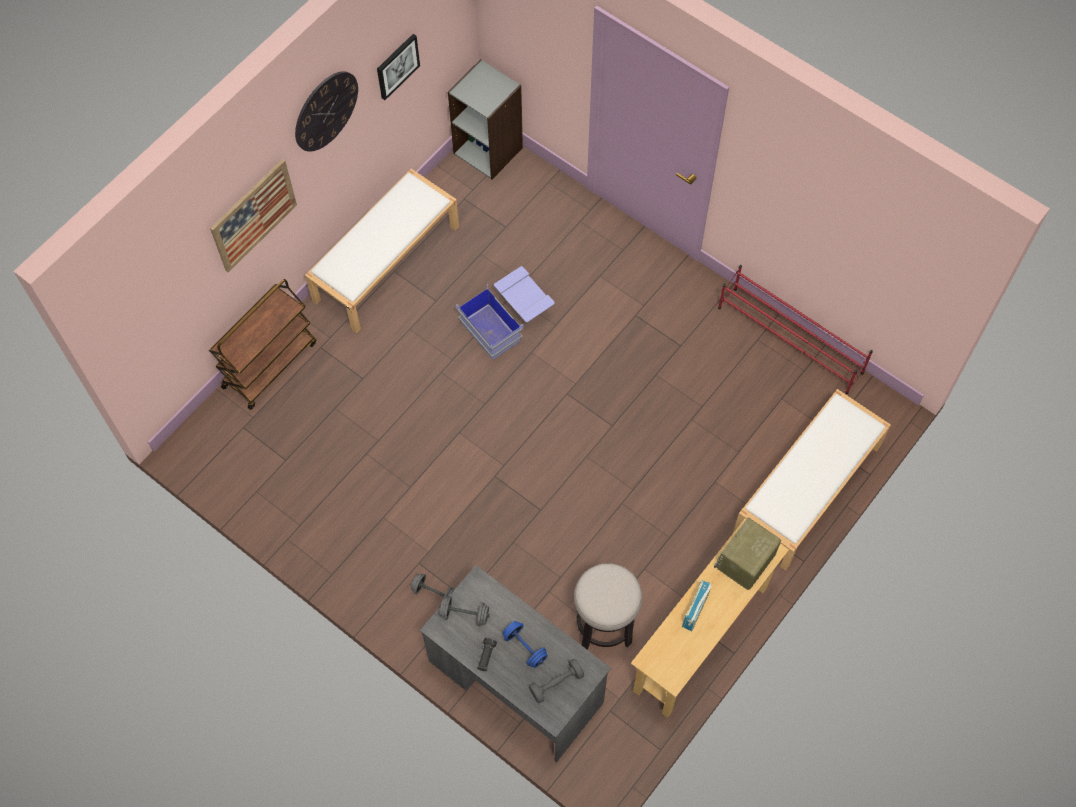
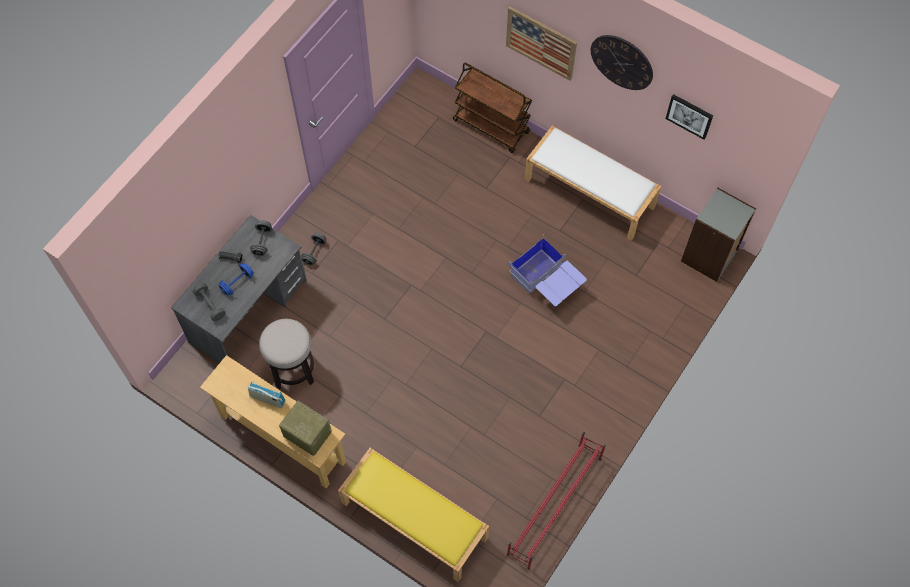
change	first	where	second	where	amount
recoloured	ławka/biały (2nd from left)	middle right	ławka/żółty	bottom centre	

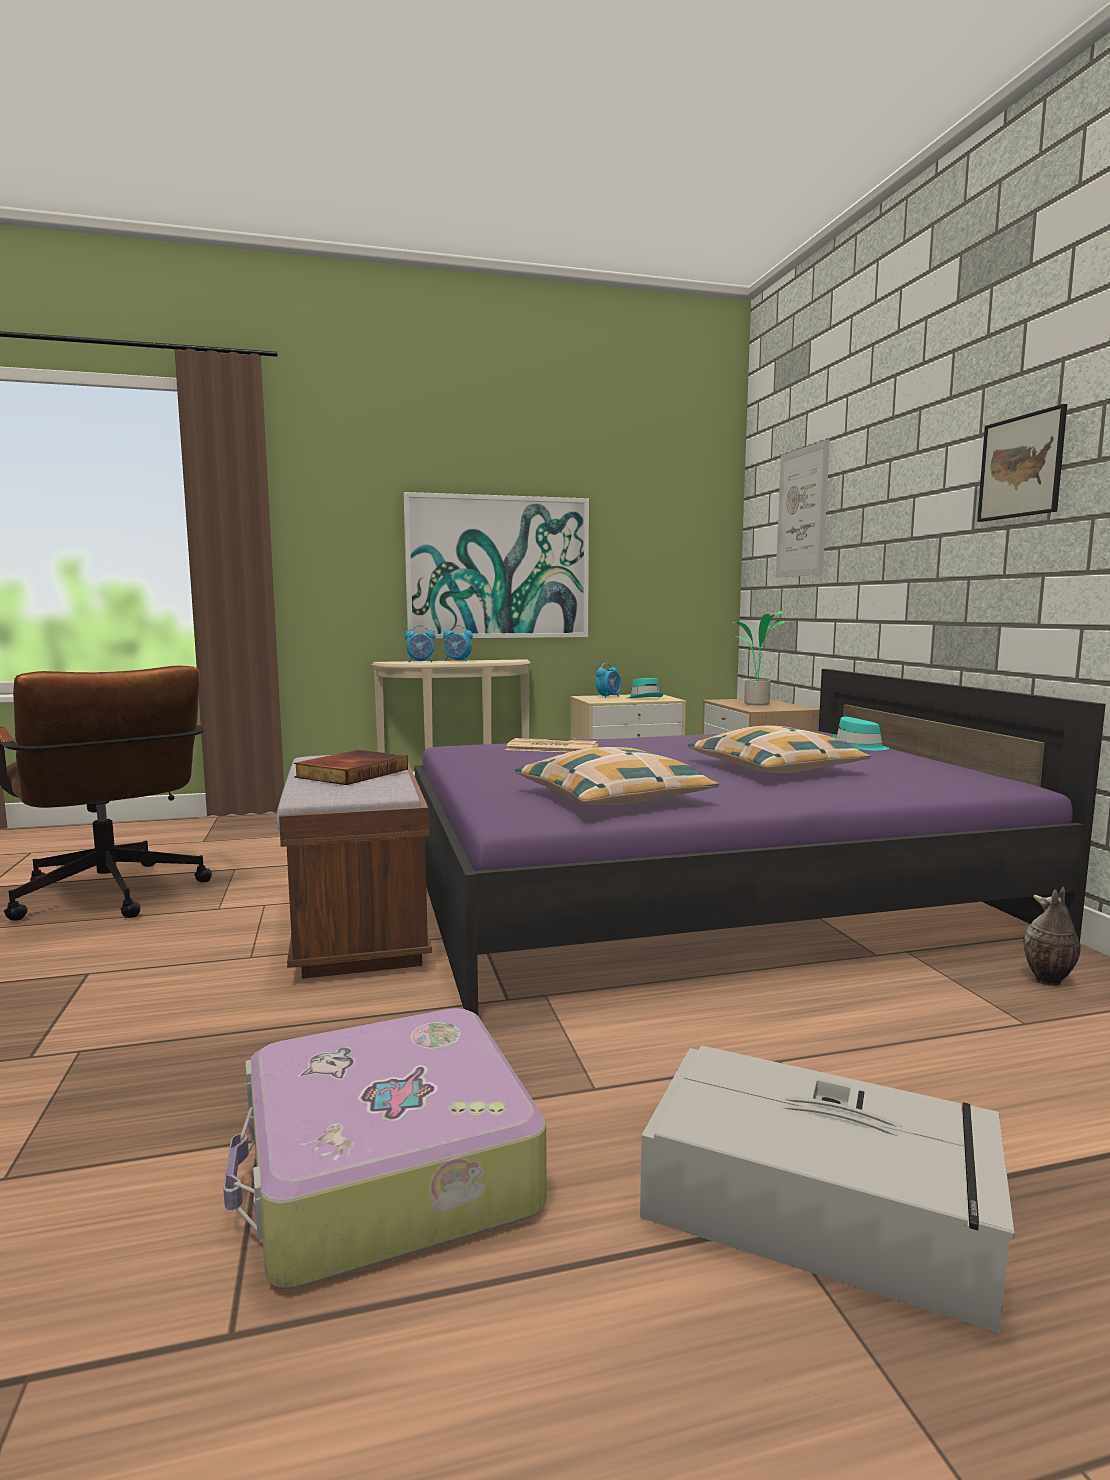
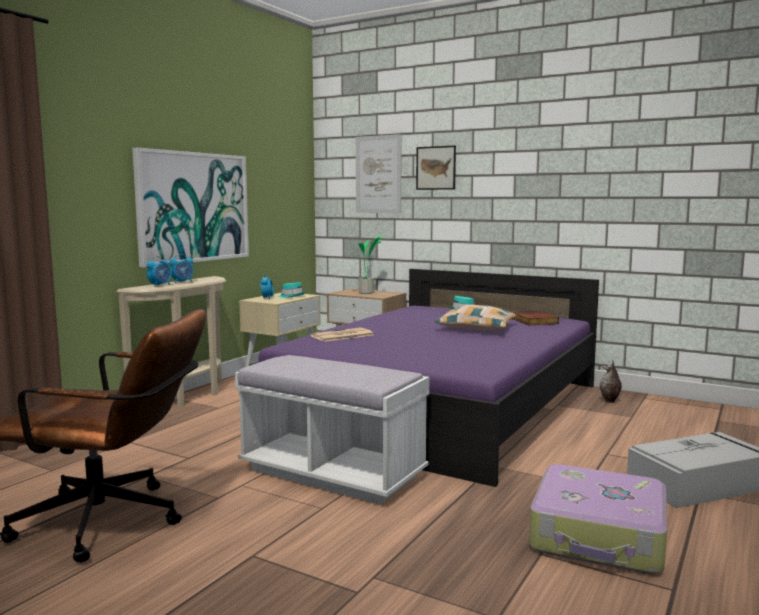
change	first	where	second	where	amount
removed	poduszka (1st from left)	centre			
moved	książka	middle left		middle right	
moved	obraz (3rd from left)	top right		top centre	
recoloured	ławka/brązowy	middle left	ławka/biały	bottom centre	

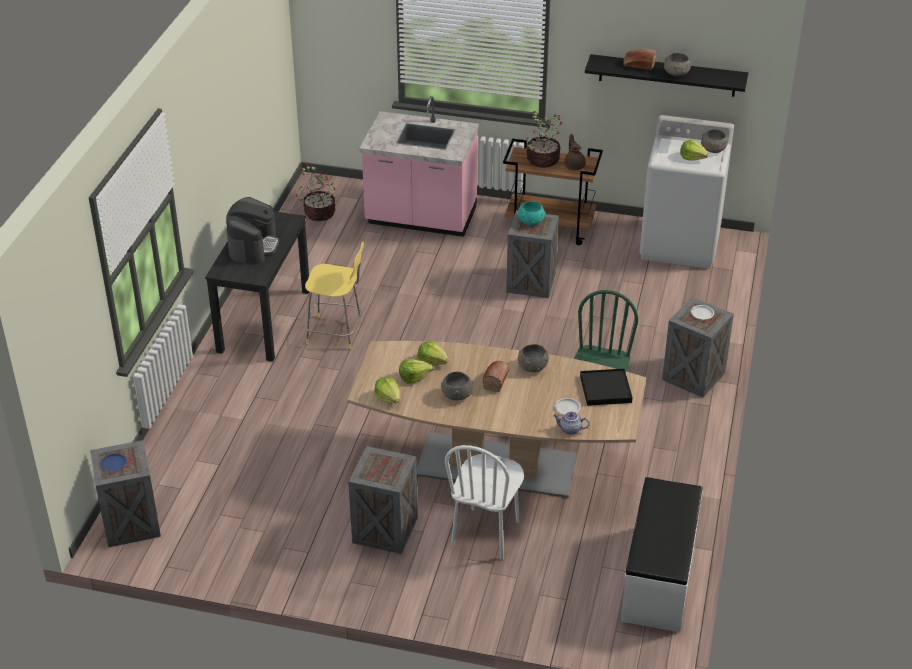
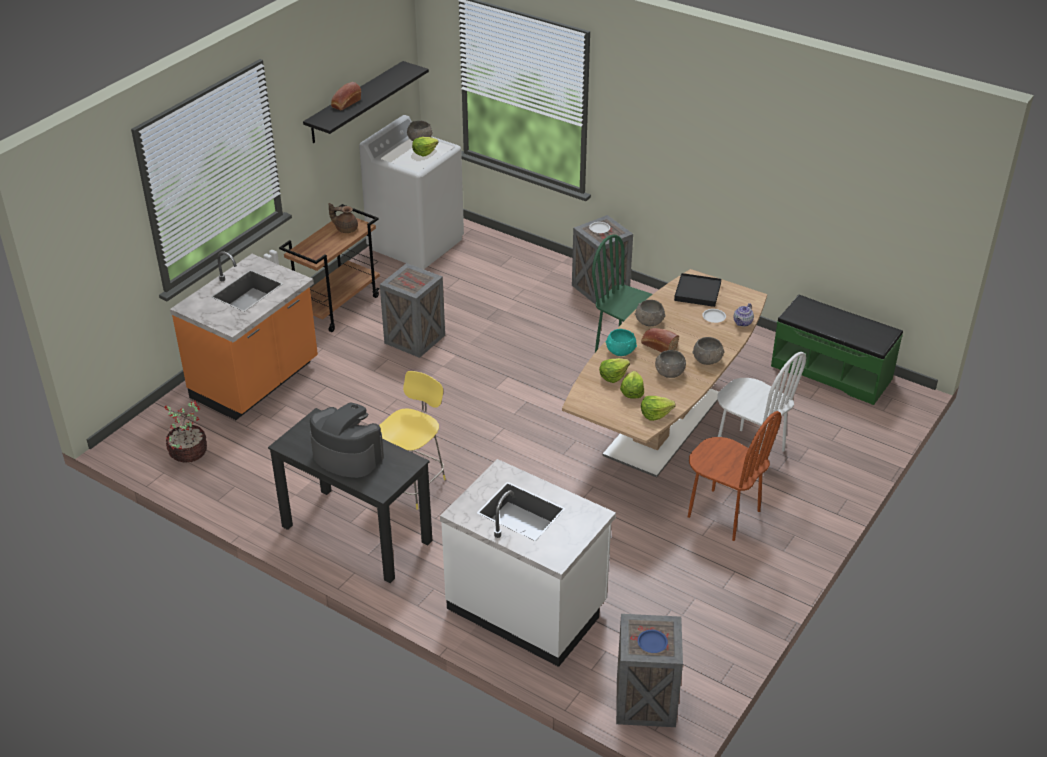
change	first	where	second	where	amount
removed	roślina doniczkowa (2nd from left)	top centre			
added			zabudowa kuchenna/biały	bottom centre	
moved	miska/turkusowy	top centre		centre	
moved	miska/szary (3rd from left in the first image)	top right	miska/szary (4th from left)	middle right	
replaced	skrzynka (2nd from left)	bottom centre	krzesło/brązowy	middle right	
recoloured	zabudowa kuchenna/różowy	top centre	zabudowa kuchenna/pomarańczowy	middle left	
recoloured	ławka/biały	bottom right	ławka/zielony	middle right	

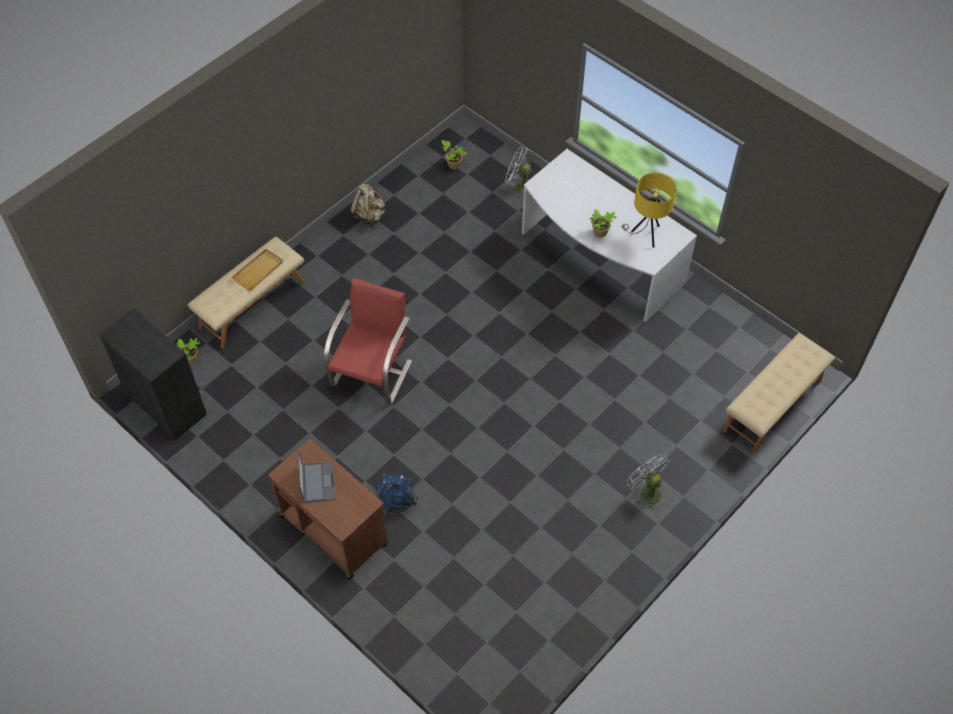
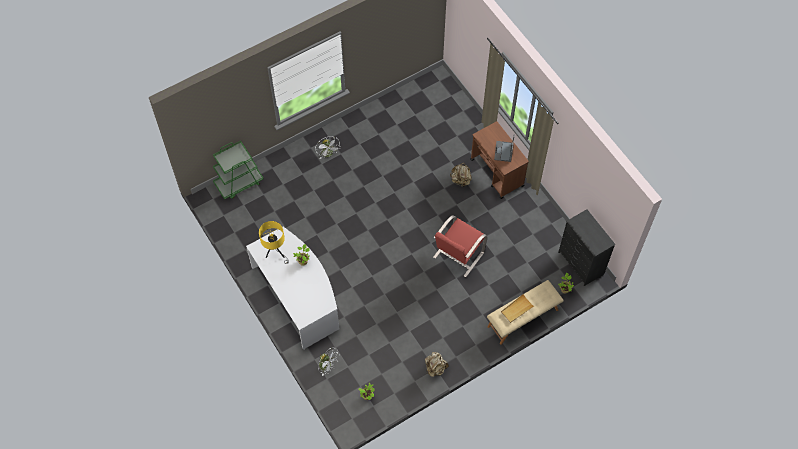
change	first	where	second	where	amount
replaced	ławka/beżowy (2nd from left)	middle right	wózek/zielony	middle left	
recoloured	plecak/niebieski	bottom centre	plecak/beżowy (2nd from left)	centre	

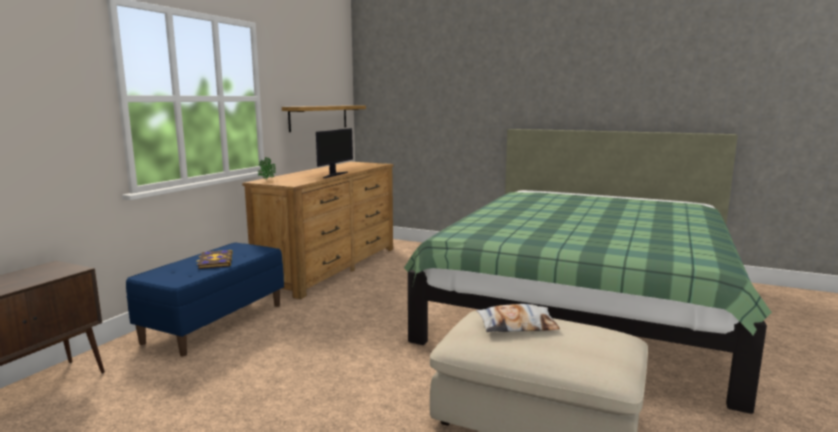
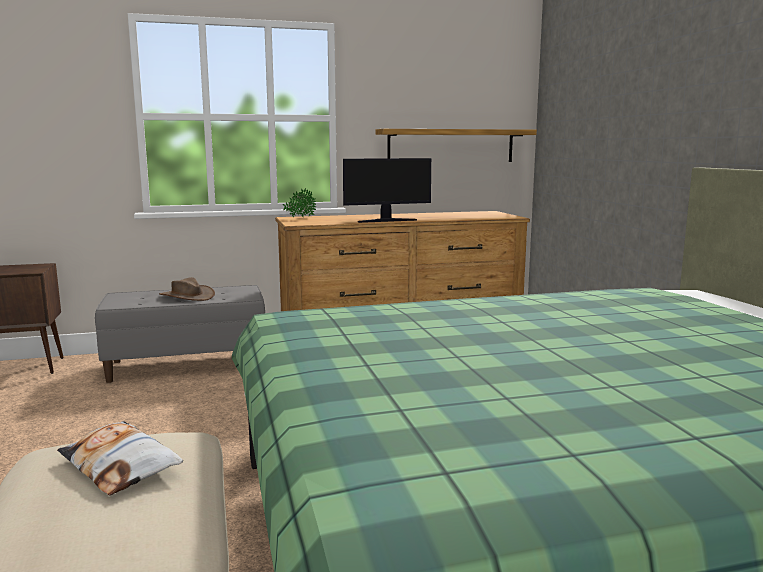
change	first	where	second	where	amount
replaced	książka	middle left	kapelusz/brązowy	middle left	
recoloured	ławka/niebieski	bottom left	ławka/szary	middle left	

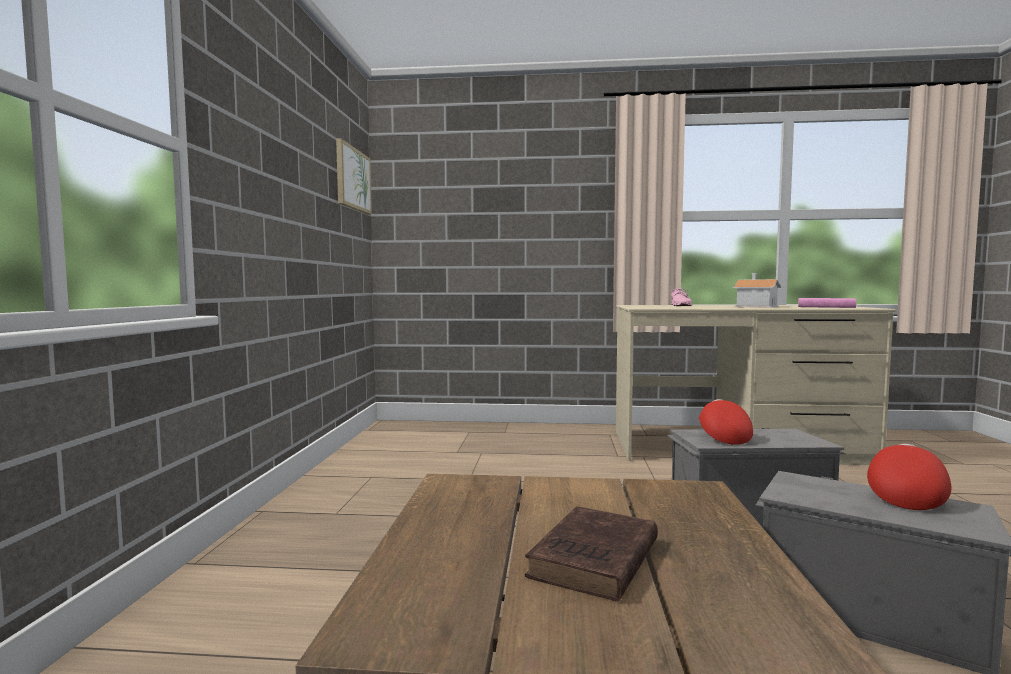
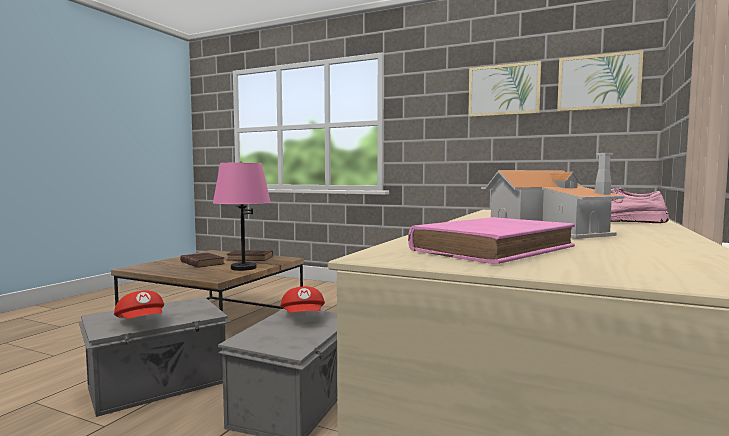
change	first	where	second	where	amount
added			lampa stołowa/różowy	middle left	
added			książka/brązowy (2nd from left)	centre	
added			obraz (1st from left)	top right	
turned	czapka z daszkiem/czerwony (1st from left in the first image)	middle right	czapka z daszkiem/czerwony (2nd from left)	bottom centre	60 degrees clockwise

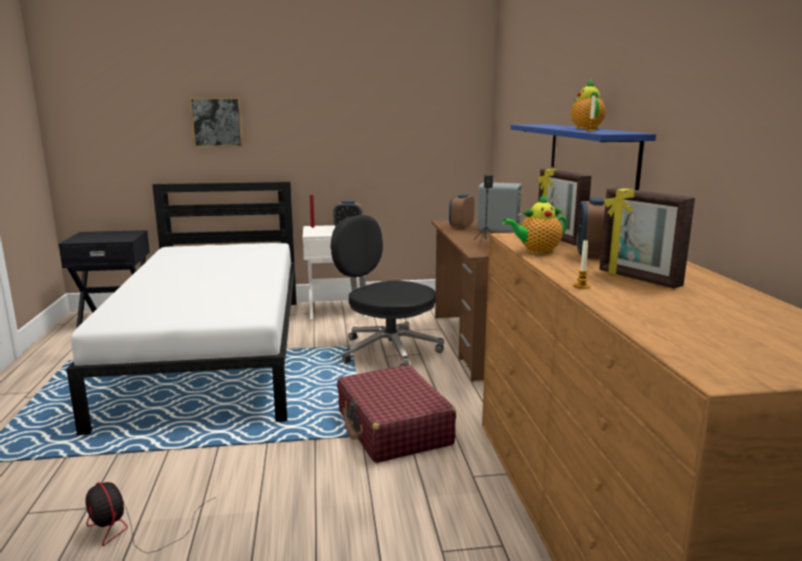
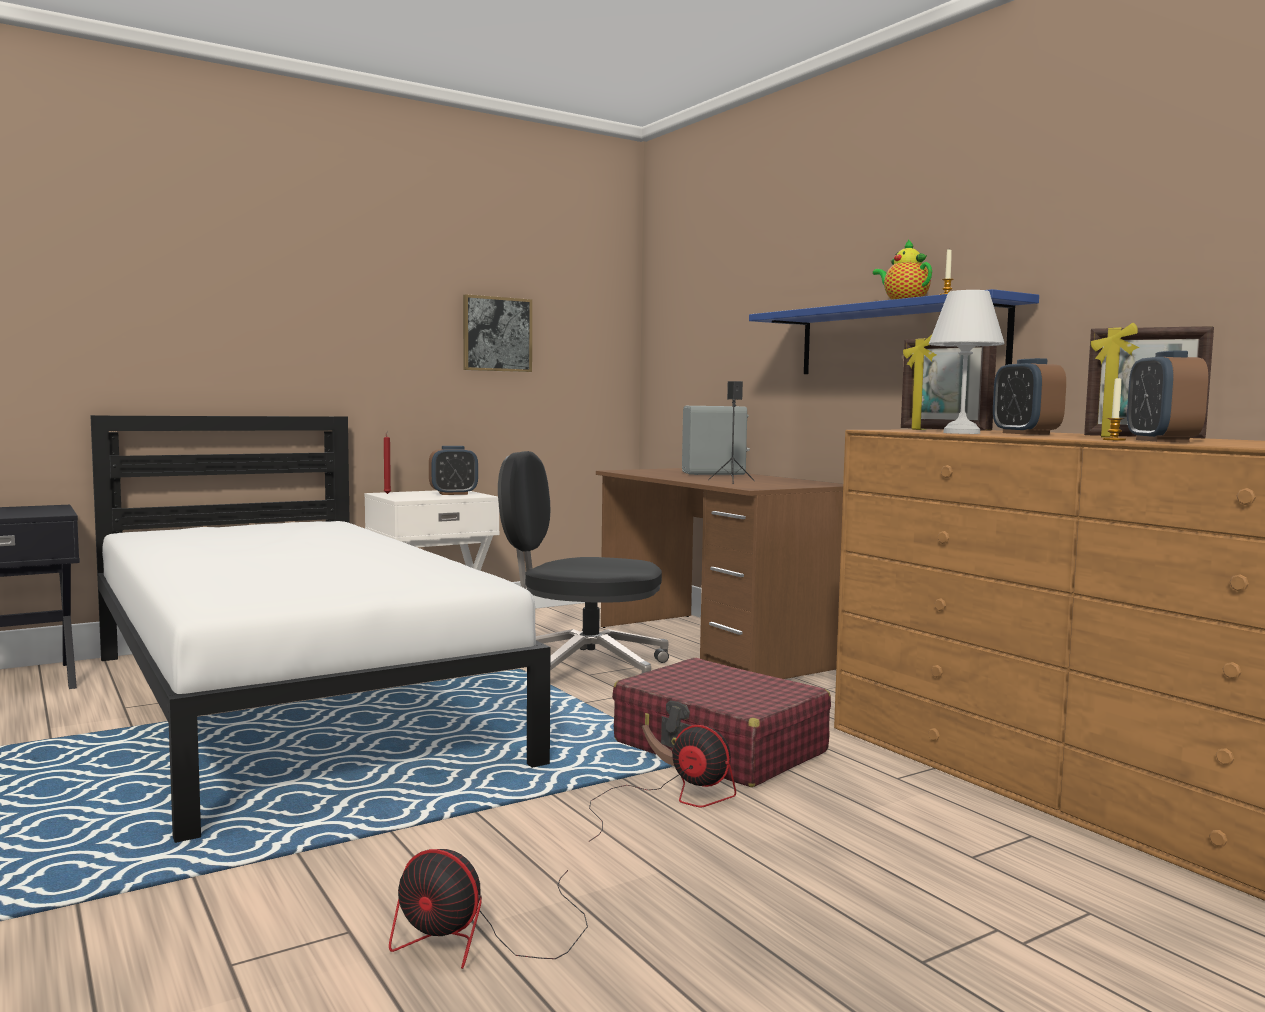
change	first	where	second	where	amount
added			wentylator (2nd from left)	bottom centre	
moved	obraz	top left		top centre	
moved	budzik (2nd from left in the first image)	centre	budzik (3rd from left)	middle right	
replaced	imbryk (1st from left)	centre	lampa stołowa/biały	middle right	

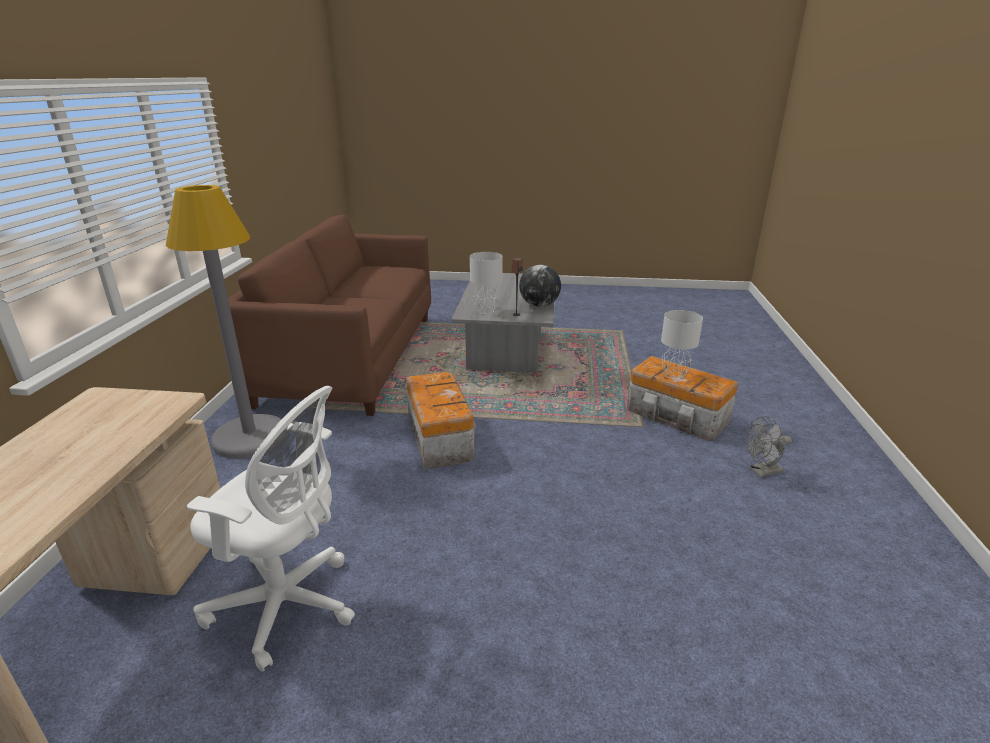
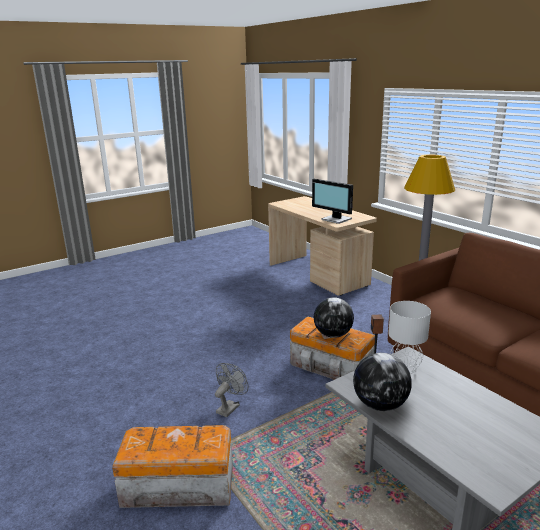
change	first	where	second	where	amount
removed	krzesło biurowe/biały	bottom left			
removed	lampa stołowa/szary (2nd from left)	middle right			
added			monitor	centre	
added			globus (1st from left)	centre	
moved	wentylator/szary	middle right		bottom centre	

